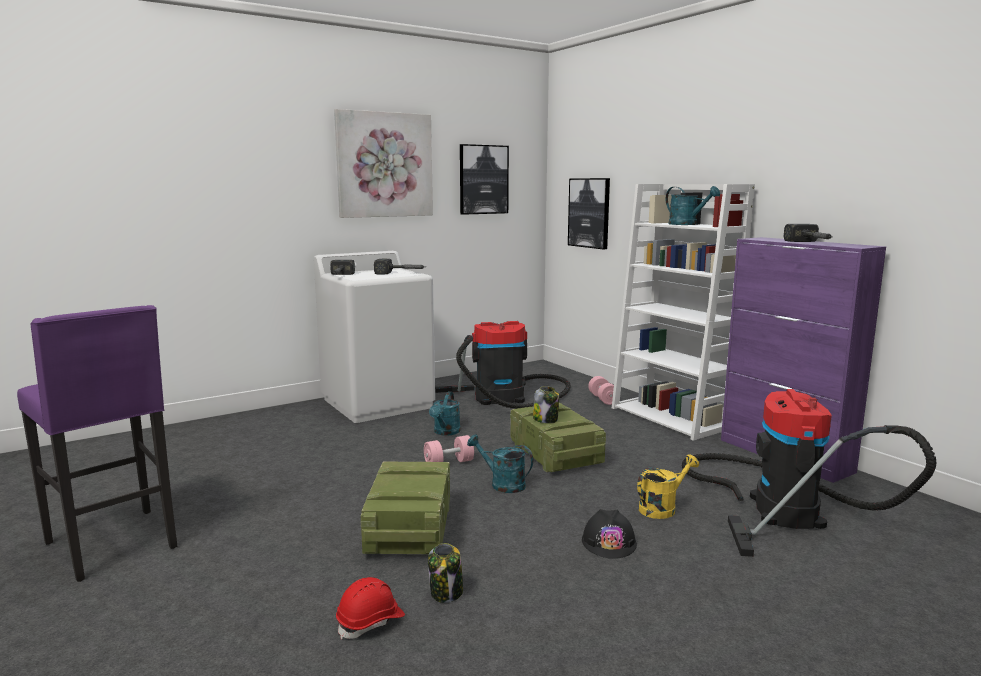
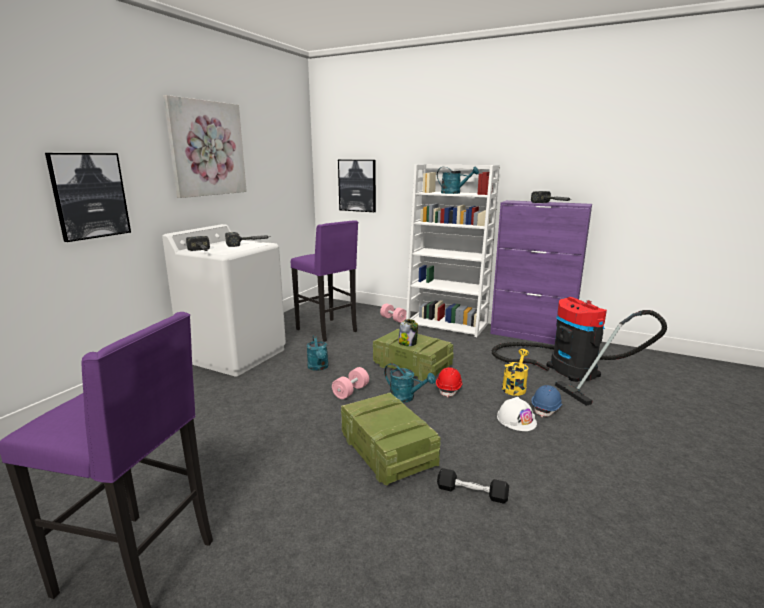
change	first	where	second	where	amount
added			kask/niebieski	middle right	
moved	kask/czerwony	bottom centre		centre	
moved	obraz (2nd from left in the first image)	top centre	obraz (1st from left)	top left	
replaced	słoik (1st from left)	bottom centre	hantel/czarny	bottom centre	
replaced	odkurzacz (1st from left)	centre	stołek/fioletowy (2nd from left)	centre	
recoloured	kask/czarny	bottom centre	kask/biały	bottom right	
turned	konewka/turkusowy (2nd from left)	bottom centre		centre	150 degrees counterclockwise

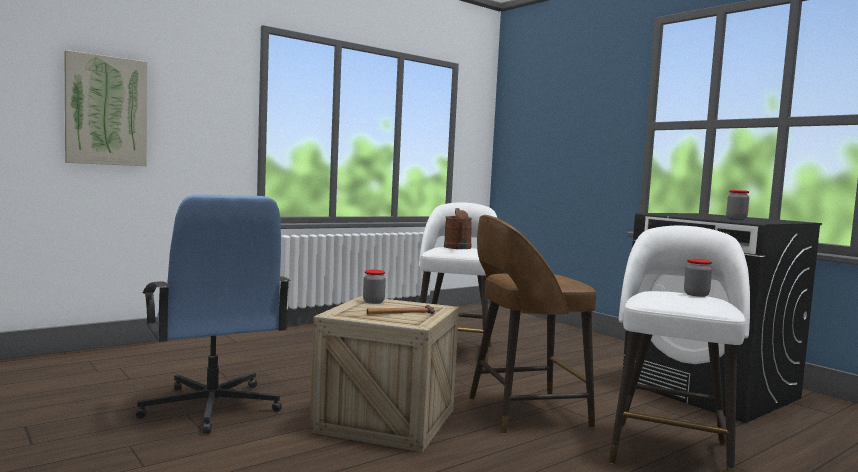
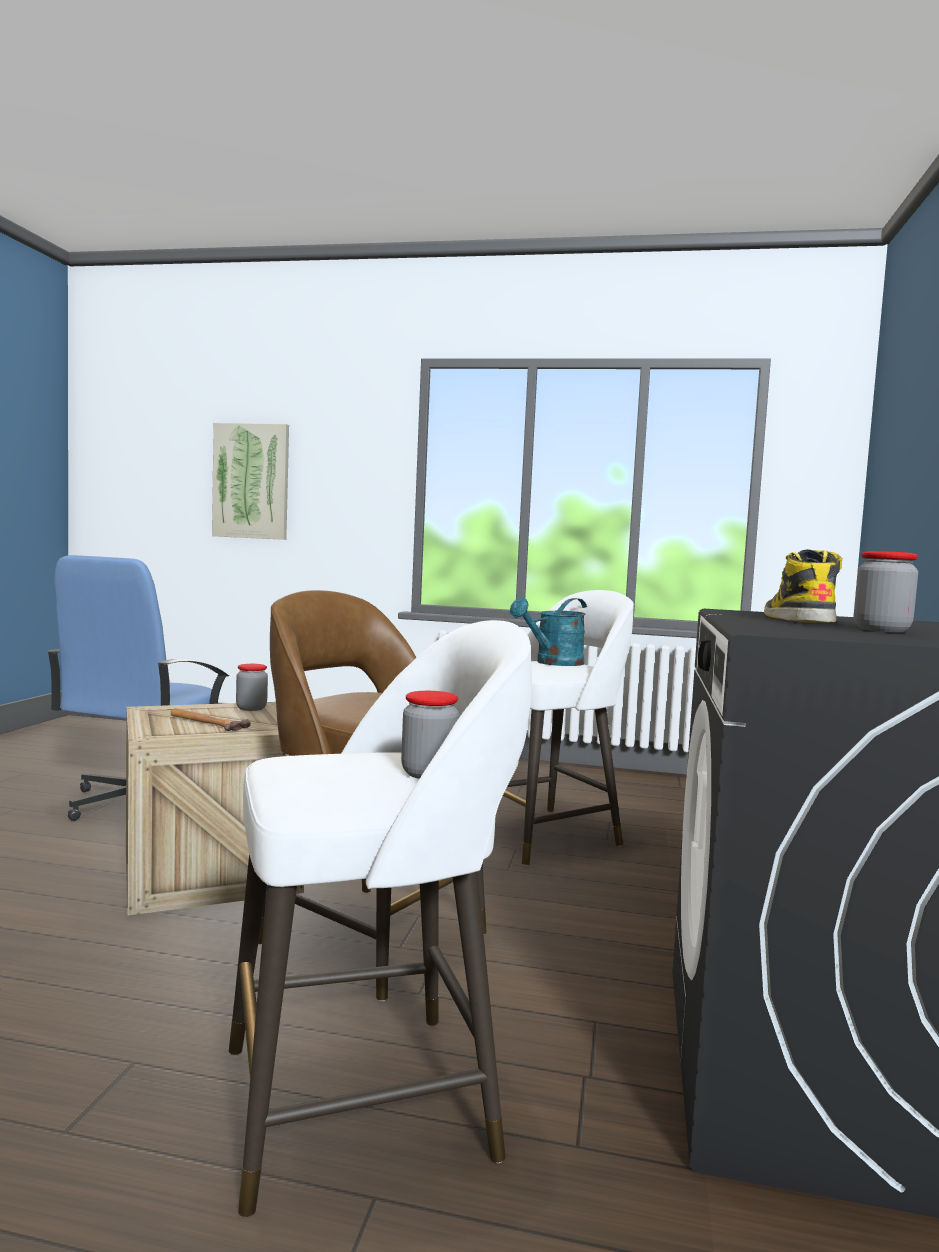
change	first	where	second	where	amount
added			but z cholewką	middle right	
recoloured	konewka/brązowy	centre	konewka/turkusowy	centre	

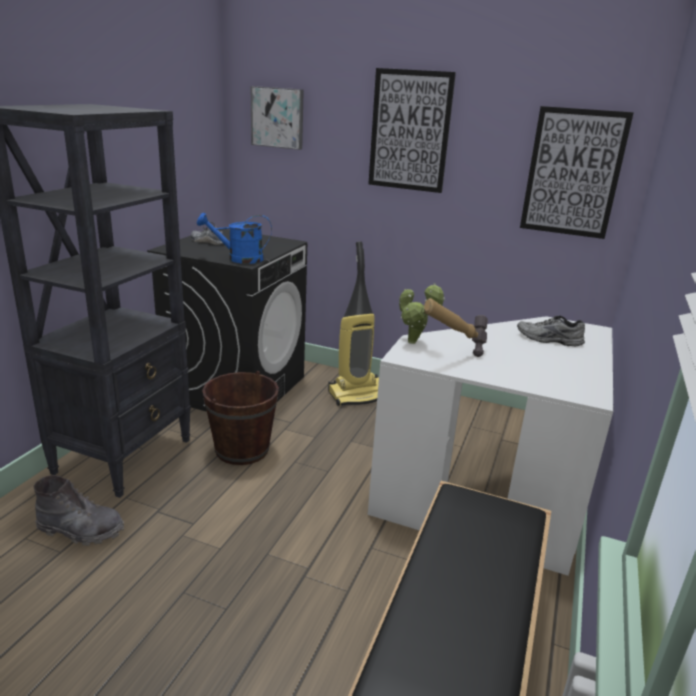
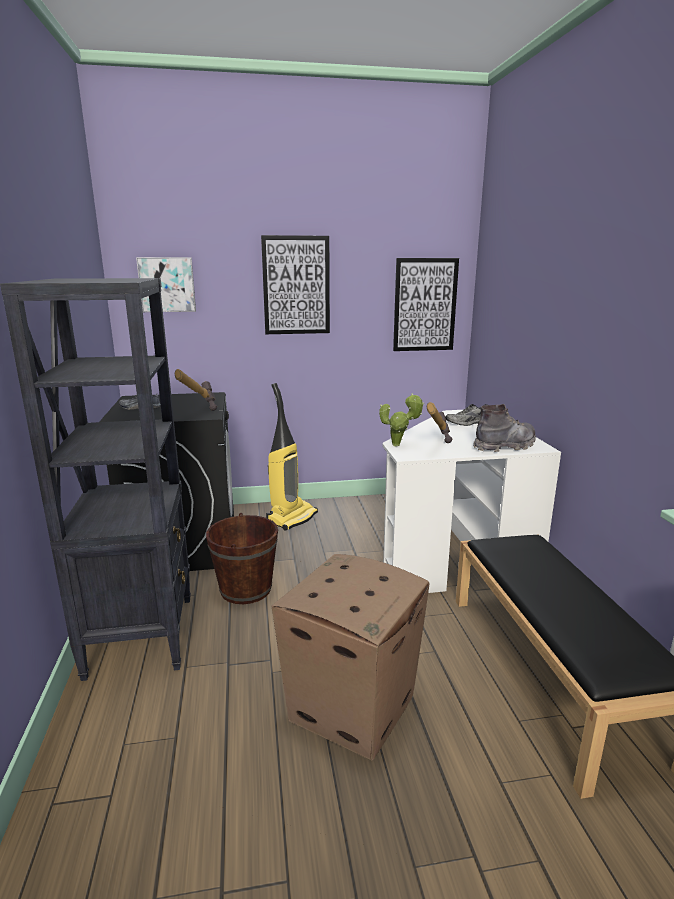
change	first	where	second	where	amount
added			karton	bottom centre	
moved	but z cholewką/szary	bottom left		middle right	
replaced	konewka/niebieski	centre	młotek (1st from left)	middle left	

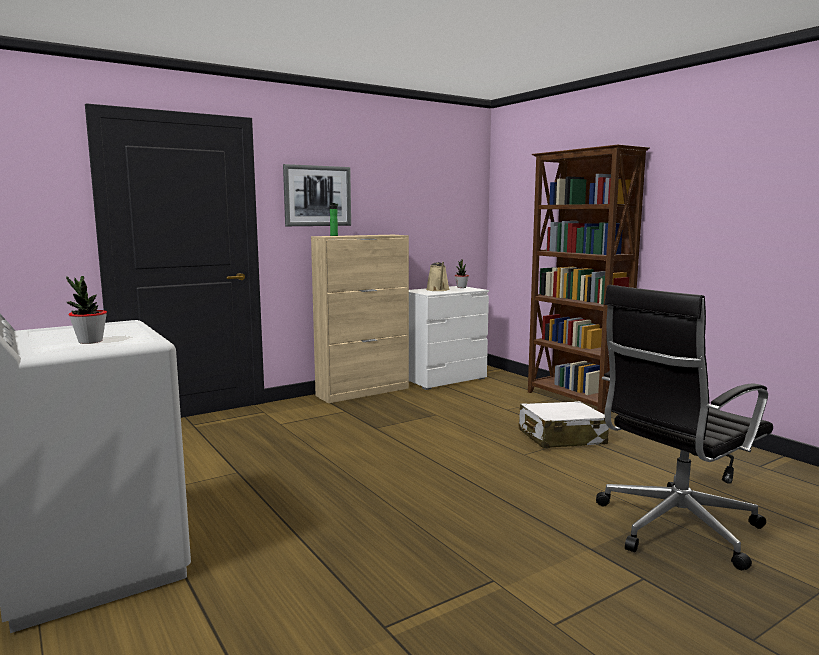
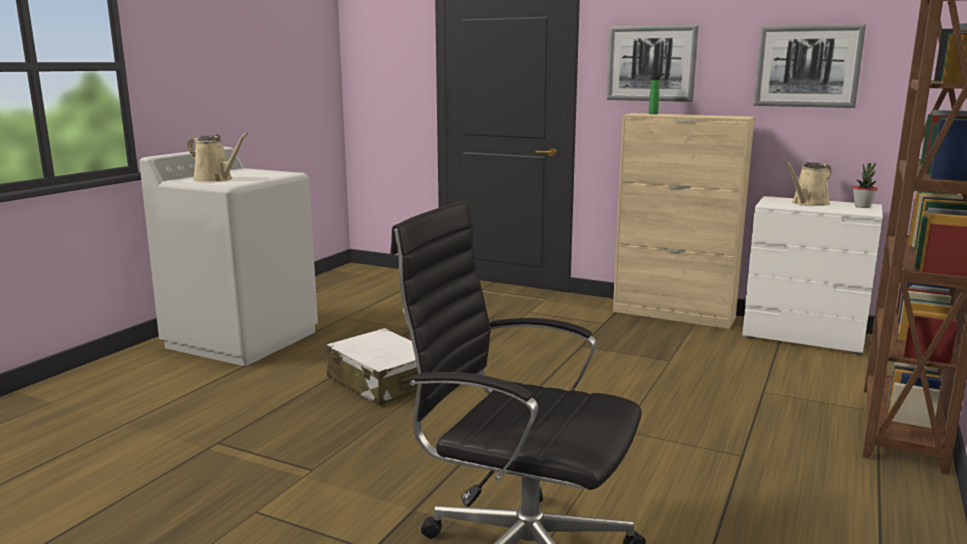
change	first	where	second	where	amount
added			obraz (2nd from left)	top right	
moved	walizka/biały	middle right		bottom centre	
replaced	roślina doniczkowa (1st from left)	middle left	konewka/beżowy (1st from left)	top left	

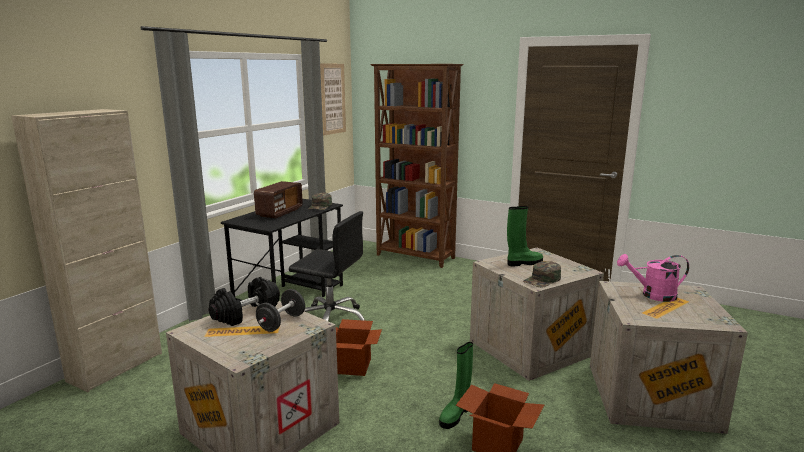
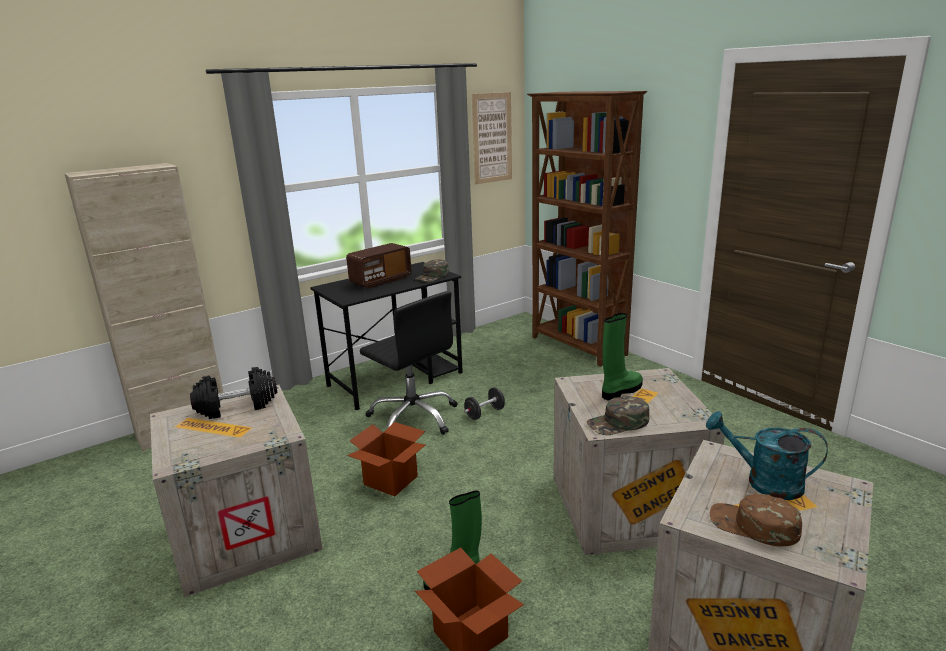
change	first	where	second	where	amount
added			czapka z daszkiem/brązowy	bottom right	
moved	hantel/czarny (2nd from left)	bottom centre		centre	
recoloured	konewka/różowy	middle right	konewka/turkusowy	bottom right	
turned	but z cholewką/zielony (2nd from left)	centre		centre	45 degrees counterclockwise

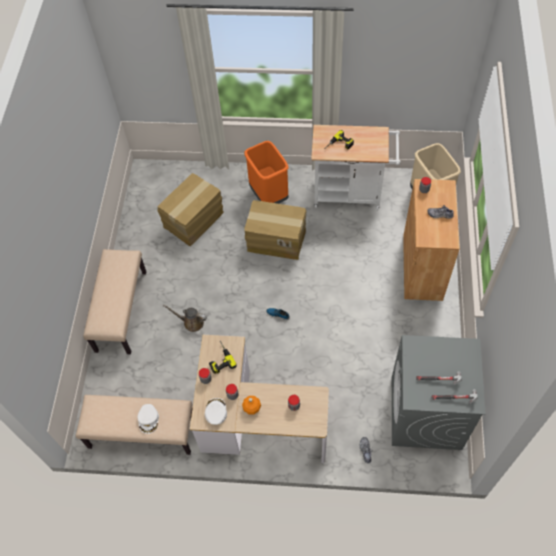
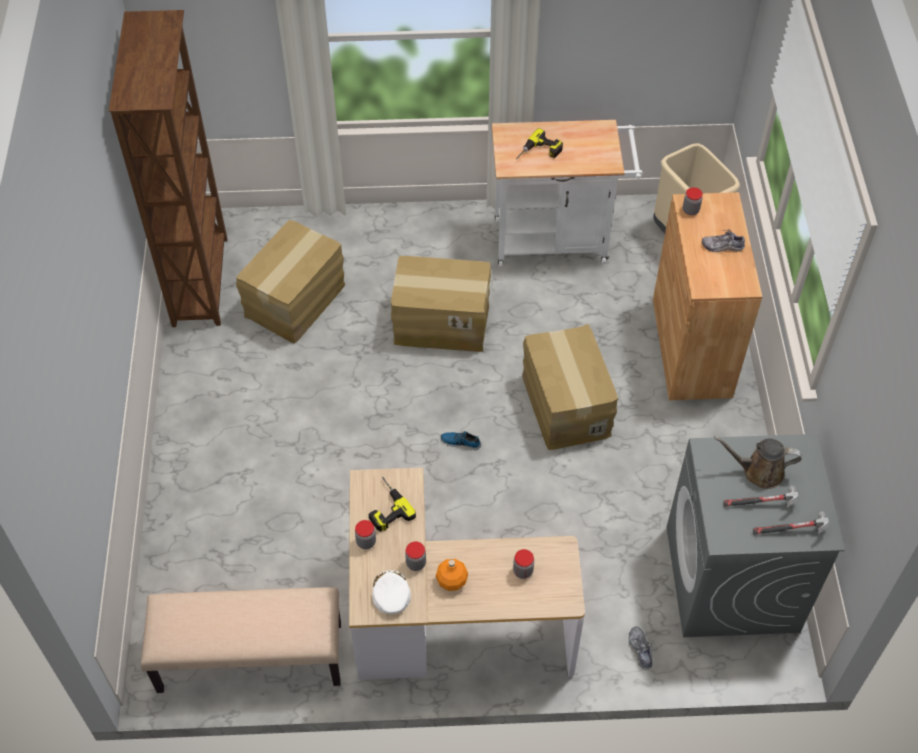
change	first	where	second	where	amount
removed	ławka/beżowy (1st from left)	middle left			
removed	czapka z daszkiem/biały (1st from left)	bottom left			
removed	kosz na śmieci/pomarańczowy	top centre			
added			regał/brązowy	top left	
added			karton (3rd from left)	centre	
moved	konewka/brązowy	middle left		middle right	

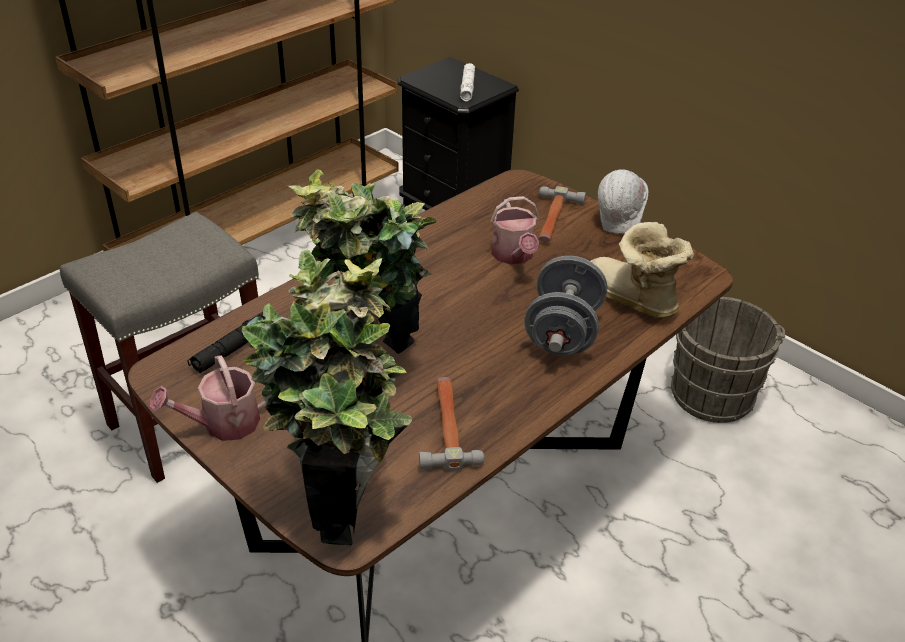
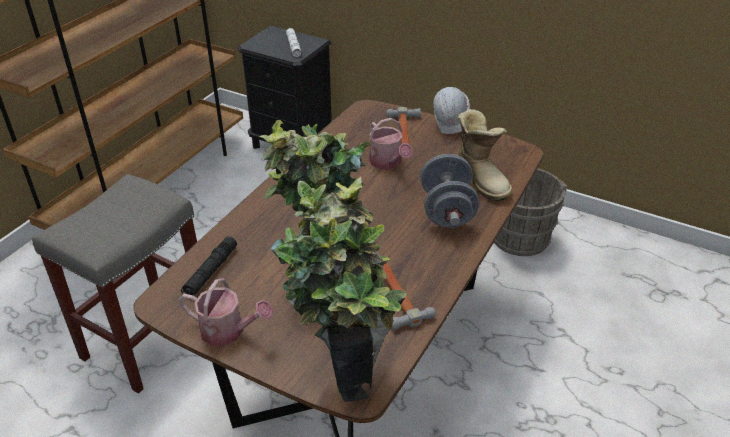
change	first	where	second	where	amount
turned	konewka (1st from left)	middle left		bottom left	120 degrees counterclockwise
turned	but z cholewką	middle right		centre	150 degrees counterclockwise

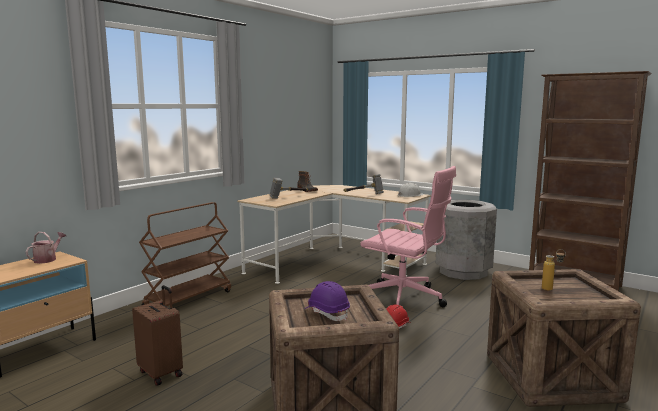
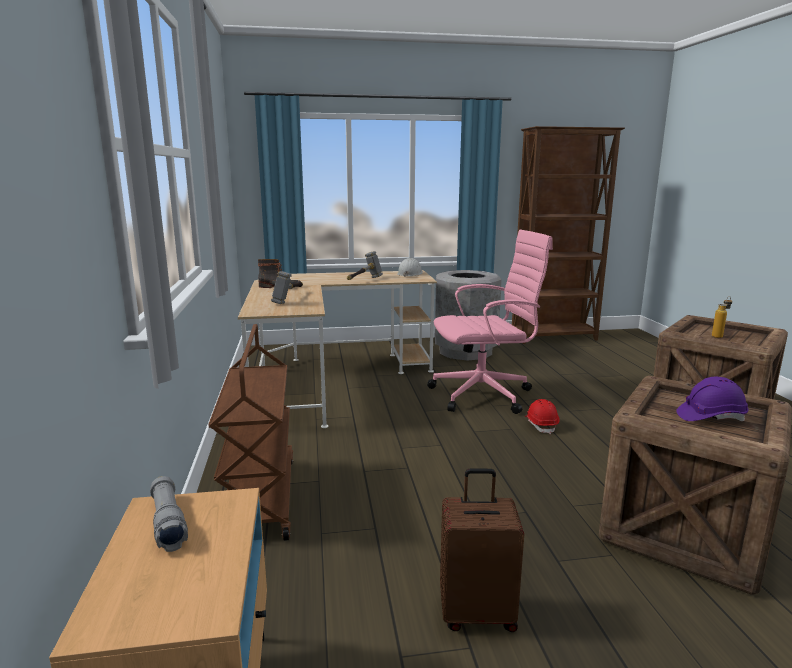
change	first	where	second	where	amount
replaced	konewka	middle left	latarka/szary	bottom left	

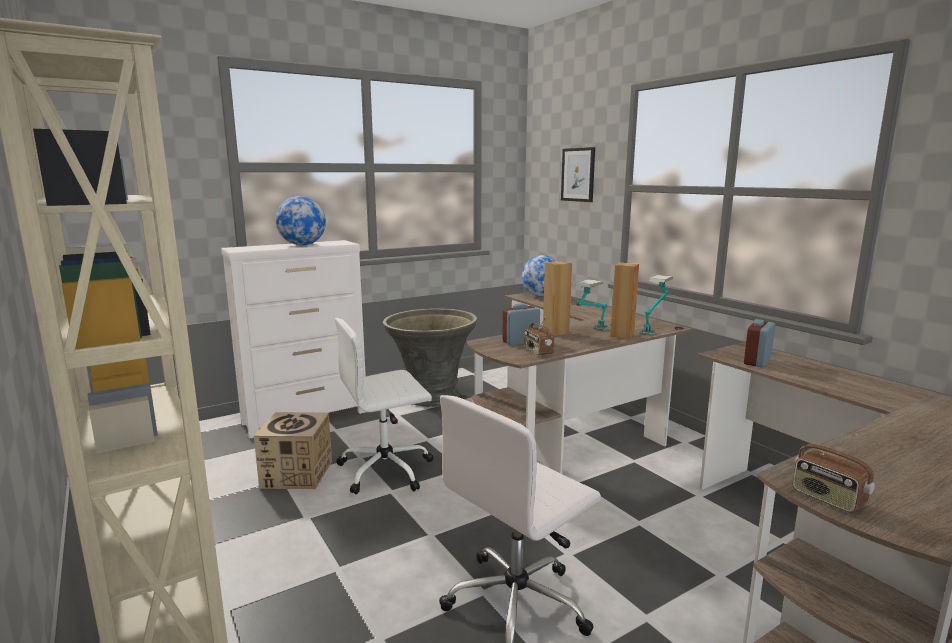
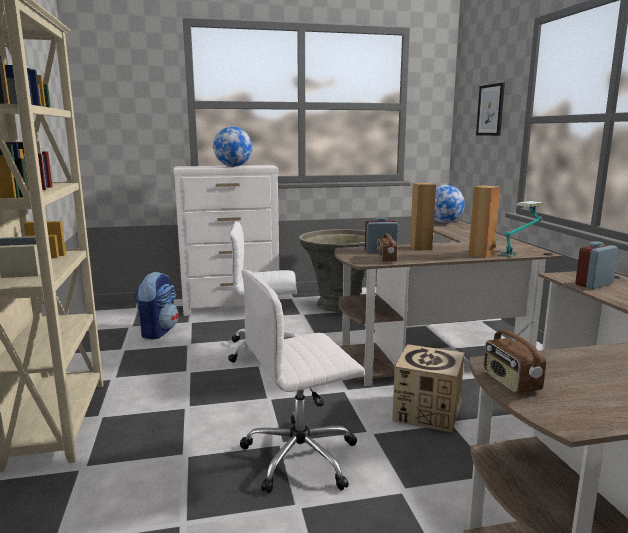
change	first	where	second	where	amount
removed	lampa stołowa (1st from left)	centre			
added			plecak	middle left	
moved	karton	bottom left		bottom right	

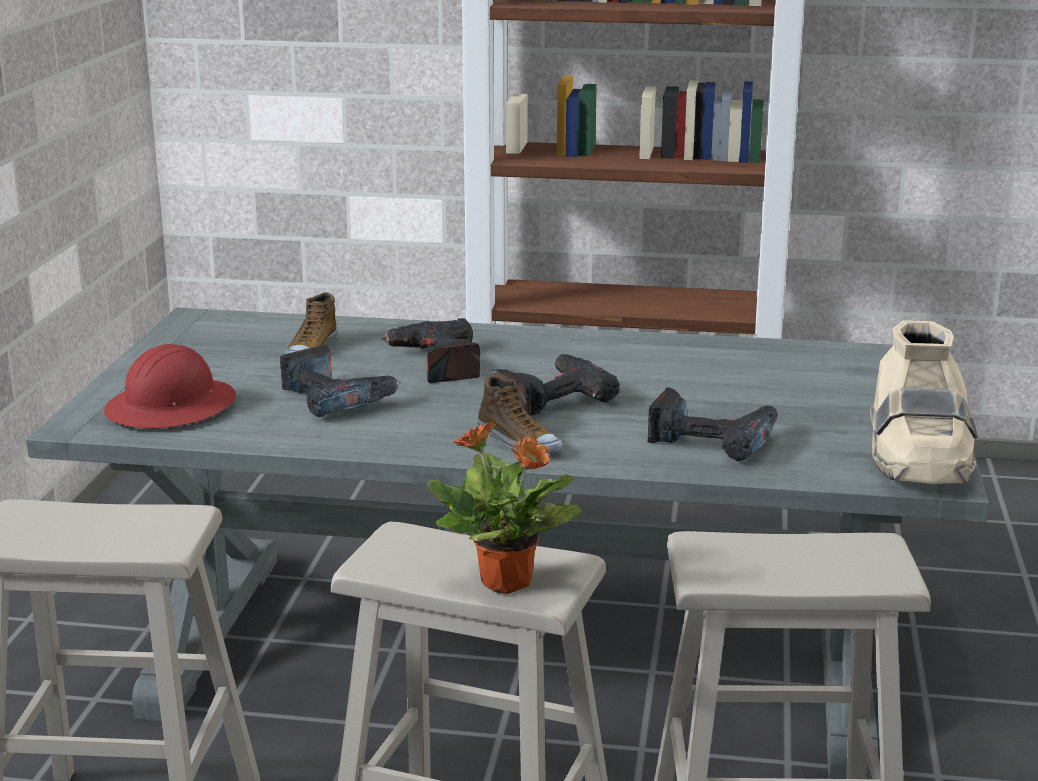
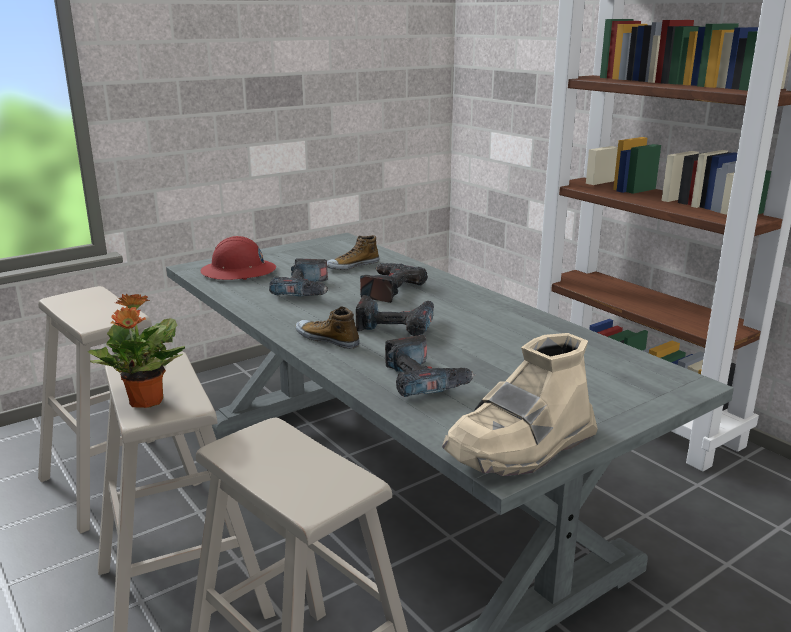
change	first	where	second	where	amount
turned	but (2nd from left in the first image)	centre	but (1st from left)	centre	120 degrees clockwise

